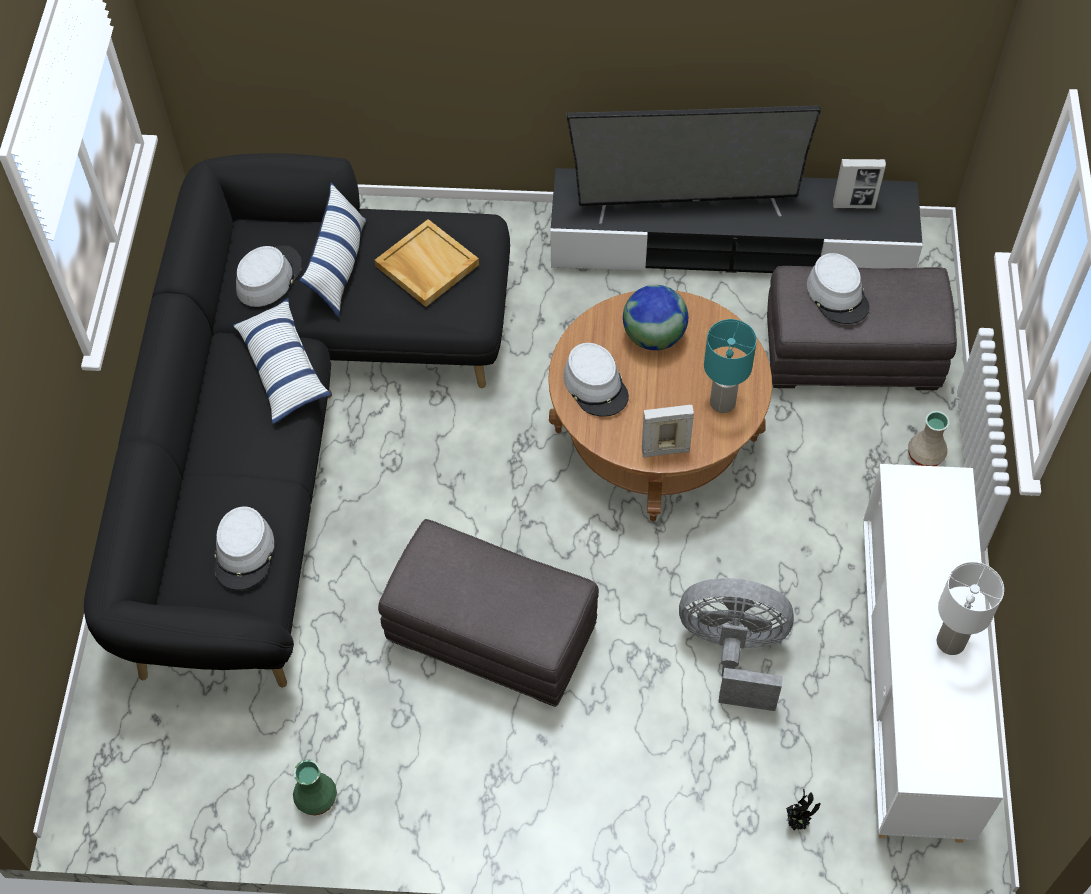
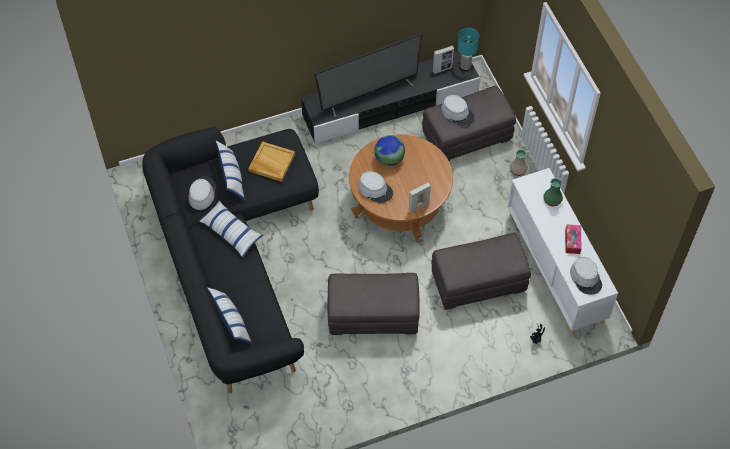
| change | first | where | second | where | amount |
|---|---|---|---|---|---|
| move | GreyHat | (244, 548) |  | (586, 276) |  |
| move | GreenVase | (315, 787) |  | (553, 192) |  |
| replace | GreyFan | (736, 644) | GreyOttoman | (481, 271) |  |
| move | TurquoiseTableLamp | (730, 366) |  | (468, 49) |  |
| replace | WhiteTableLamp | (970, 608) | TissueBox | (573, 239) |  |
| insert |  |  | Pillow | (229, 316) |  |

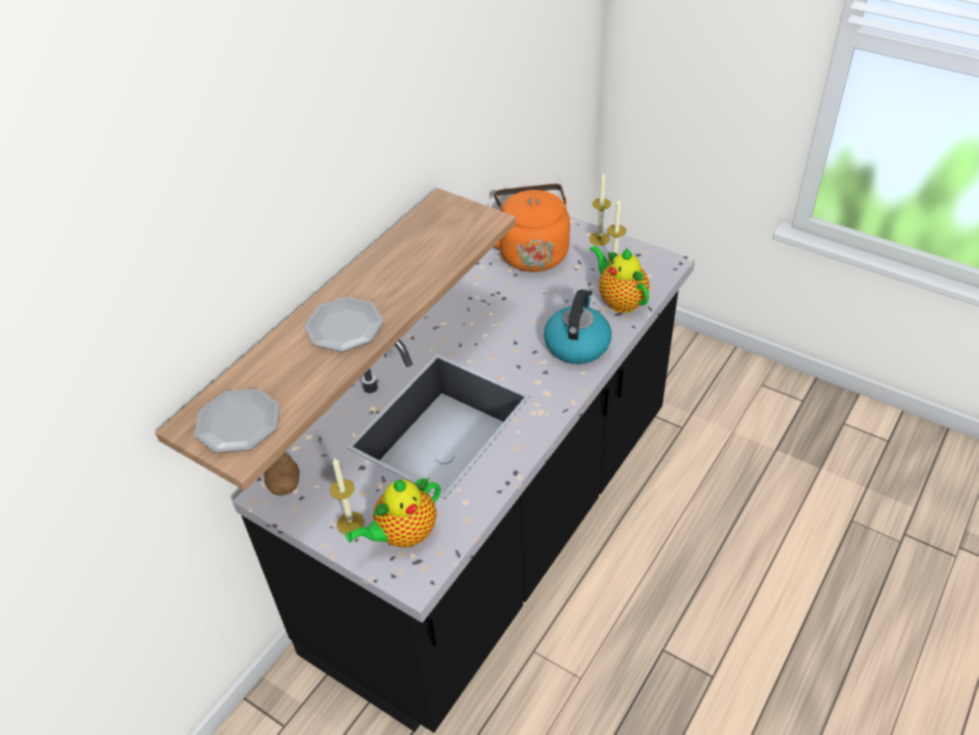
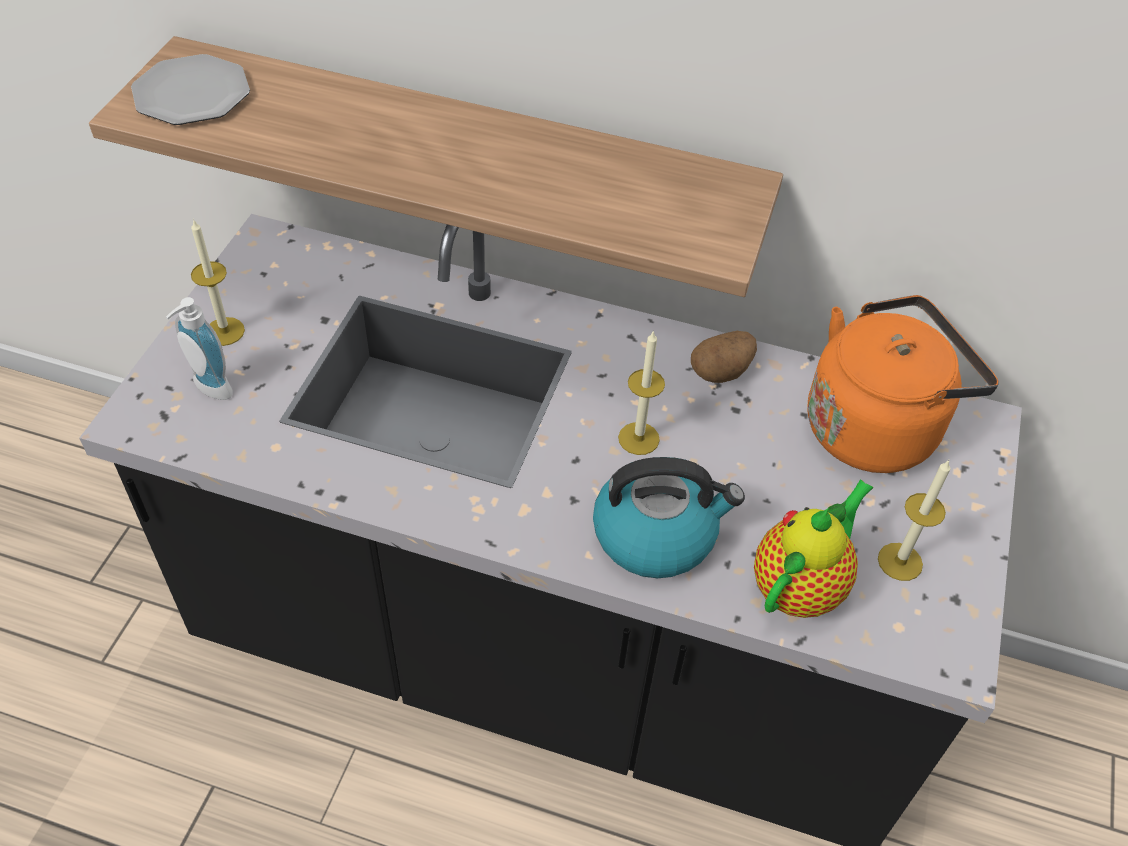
| change | first | where | second | where | amount |
|---|---|---|---|---|---|
| move | Potato | (282, 474) |  | (724, 357) |  |
| delete | Plate | (344, 324) |  |  |  |
| replace | Teapot | (392, 513) | SoapDispenser | (199, 348) |  |
| move | Candle | (600, 209) |  | (641, 392) |  |

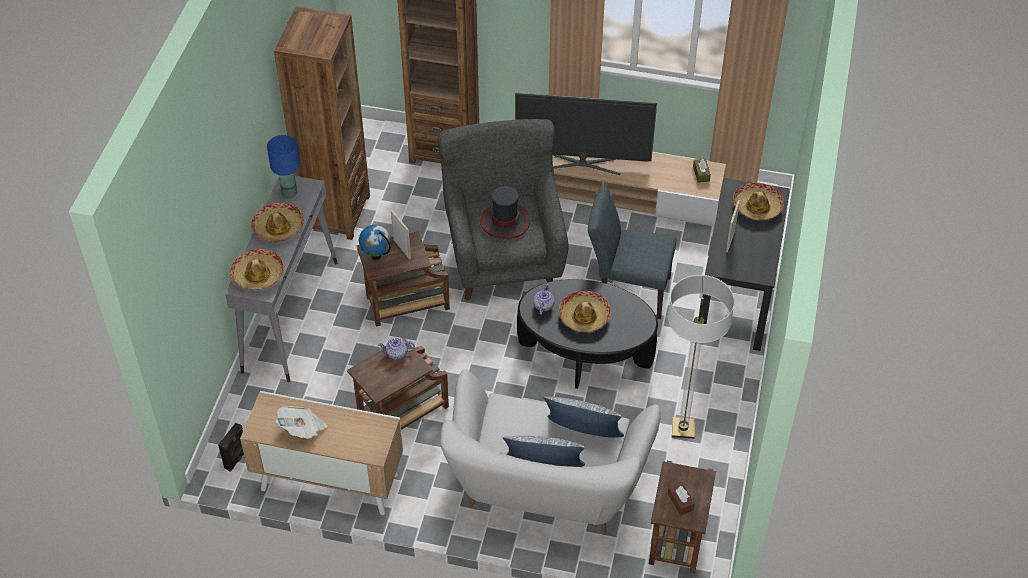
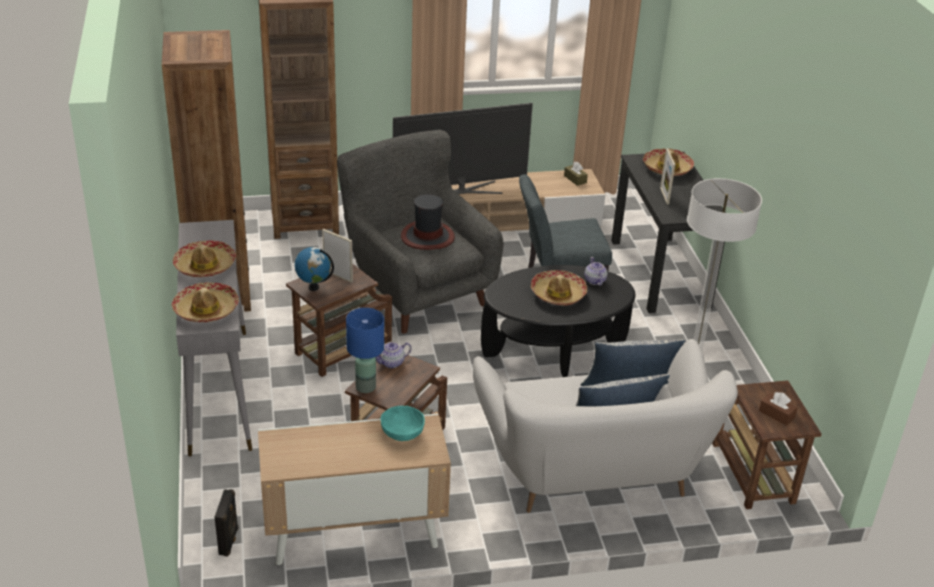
| change | first | where | second | where | amount |
|---|---|---|---|---|---|
| move | BlueTableLamp | (283, 166) |  | (365, 350) |  |
| delete | Newspaper | (301, 422) |  |  |  |
| move | Teapot | (544, 299) |  | (595, 271) |  |
| insert |  |  | TurquoiseBowl | (403, 423) |  |

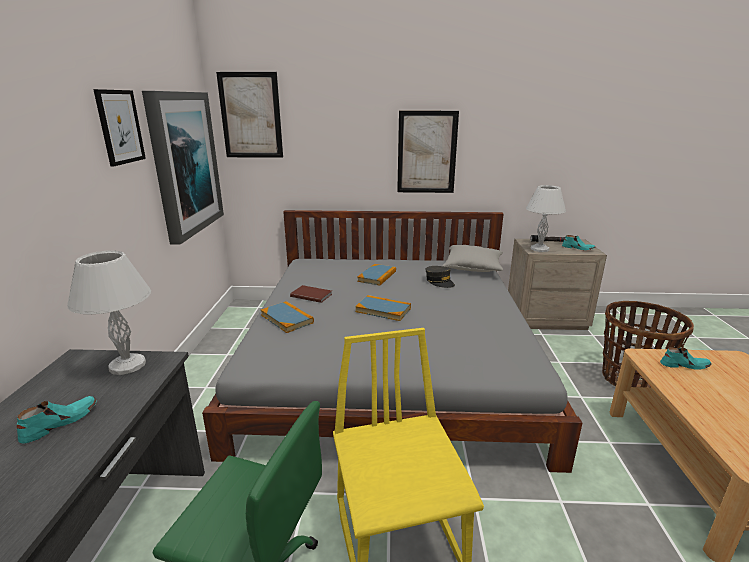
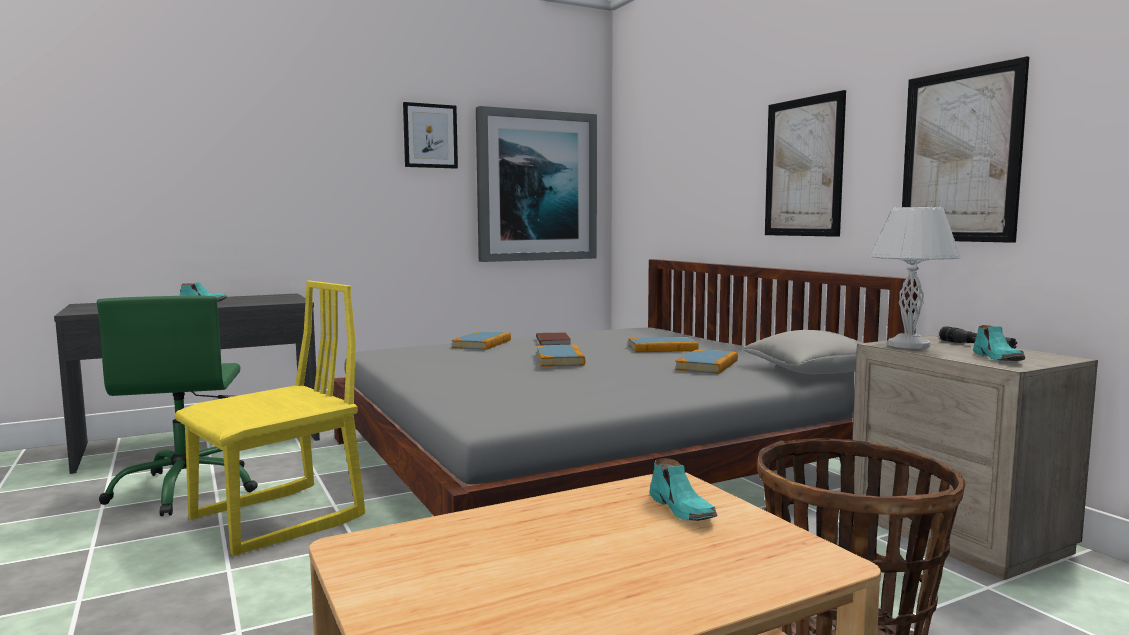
| change | first | where | second | where | amount |
|---|---|---|---|---|---|
| delete | WhiteTableLamp | (109, 312) |  |  |  |
| move | Picture | (249, 115) |  | (965, 149) |  |
| replace | GreyCap | (440, 277) | Book | (706, 362) |  |

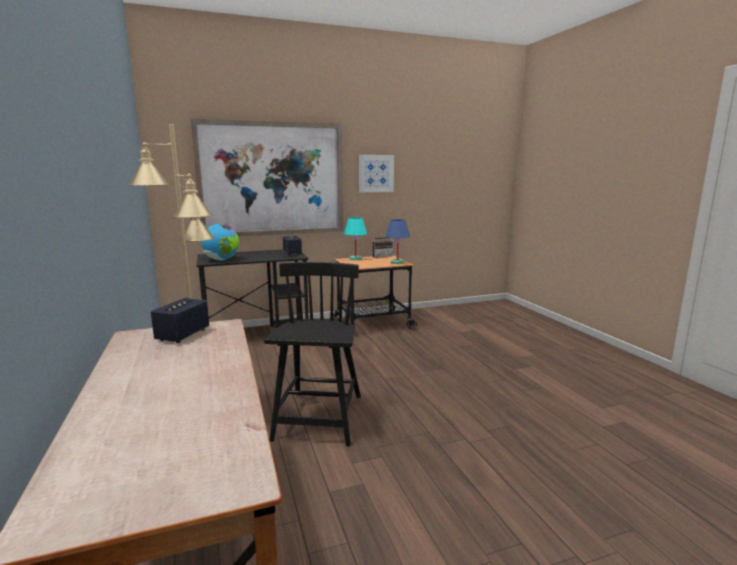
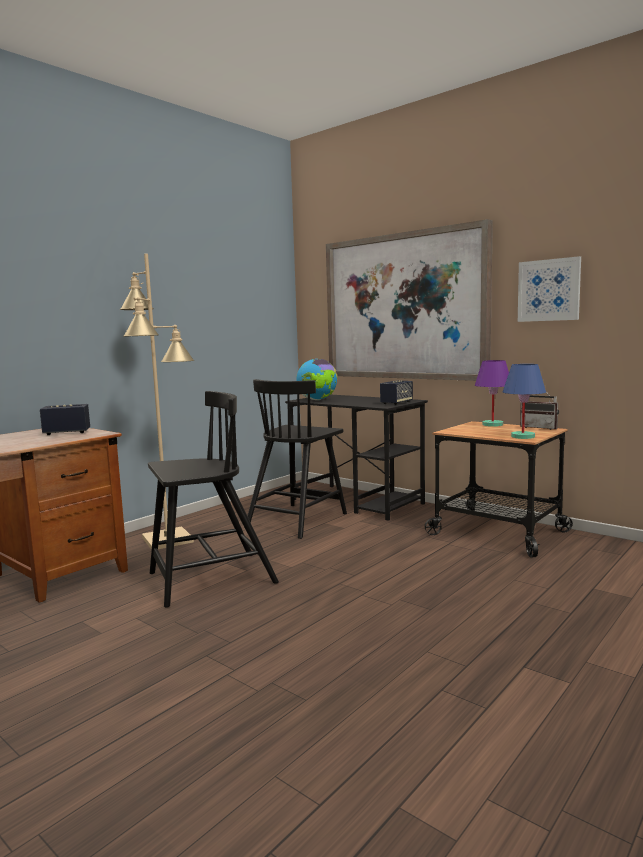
| change | first | where | second | where | amount |
|---|---|---|---|---|---|
| recolor | TurquoiseTableLamp | (355, 238) | PurpleTableLamp | (492, 393) |  |
| insert |  |  | BlackChair | (297, 459) |  |

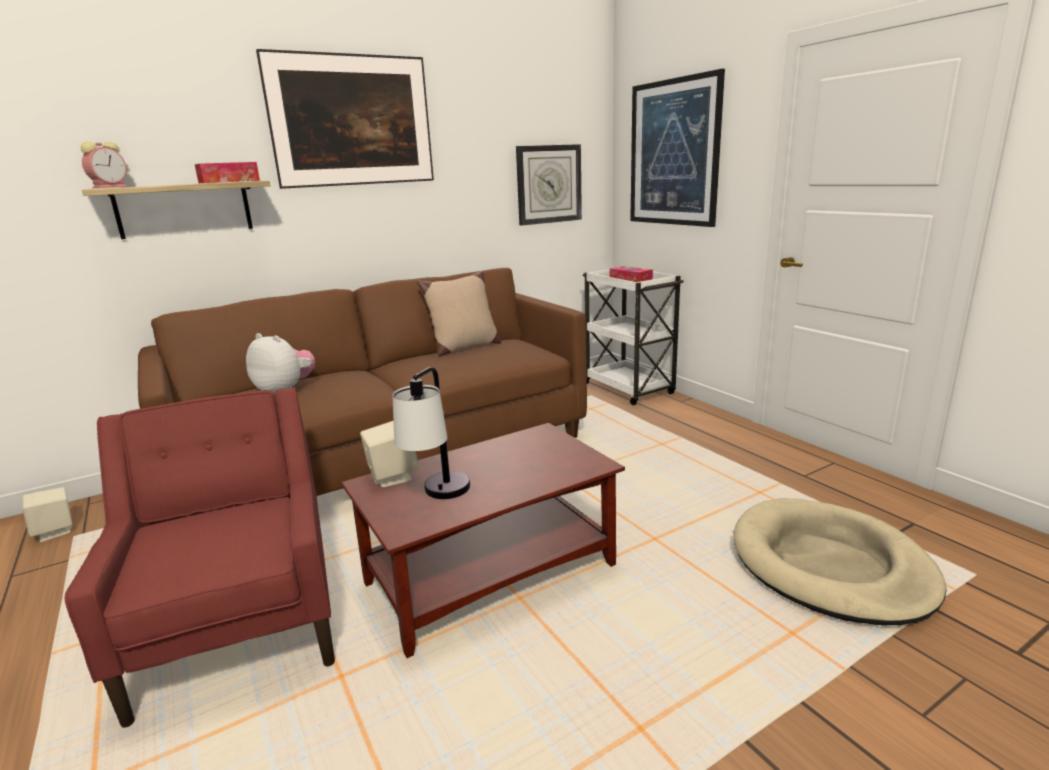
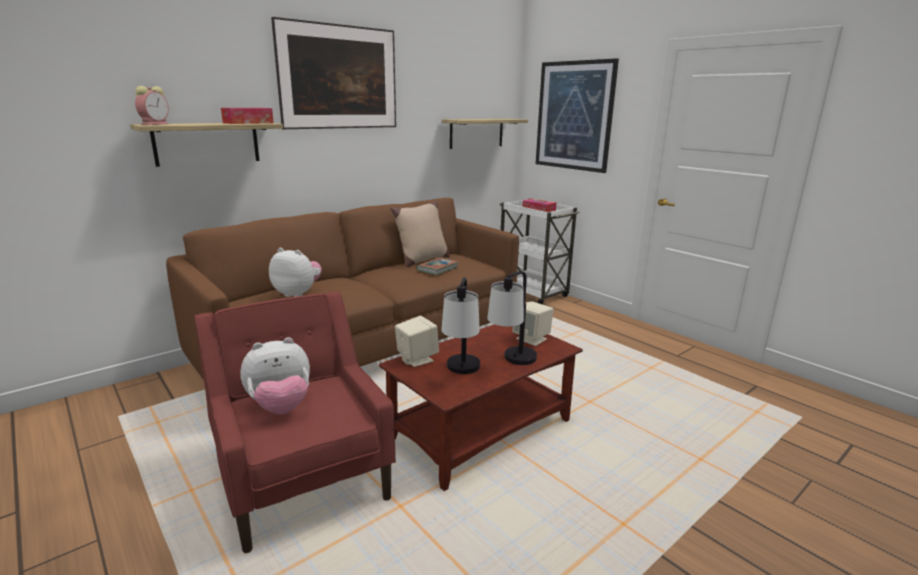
| change | first | where | second | where | amount |
|---|---|---|---|---|---|
| move | BeigeSpeaker | (47, 514) |  | (533, 323) |  |
| replace | WallClock | (549, 185) | Shelf | (485, 134) |  |
| delete | BeigeDogBed | (840, 561) |  |  |  |
| insert |  |  | PlushToy | (275, 375) |  |
| insert |  |  | Book | (437, 266) |  |
| insert |  |  | TableLamp | (512, 318) |  |

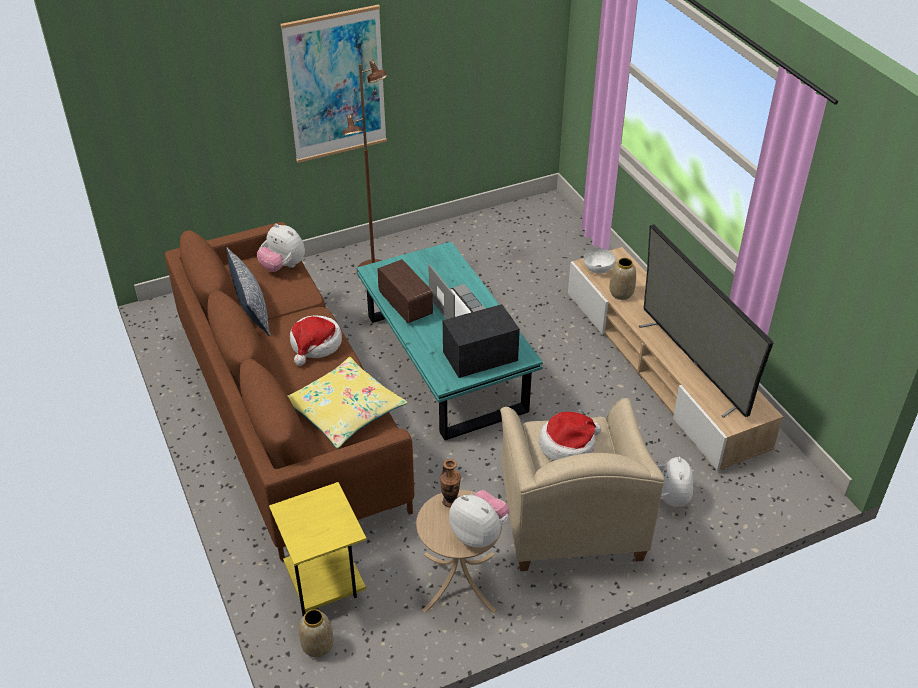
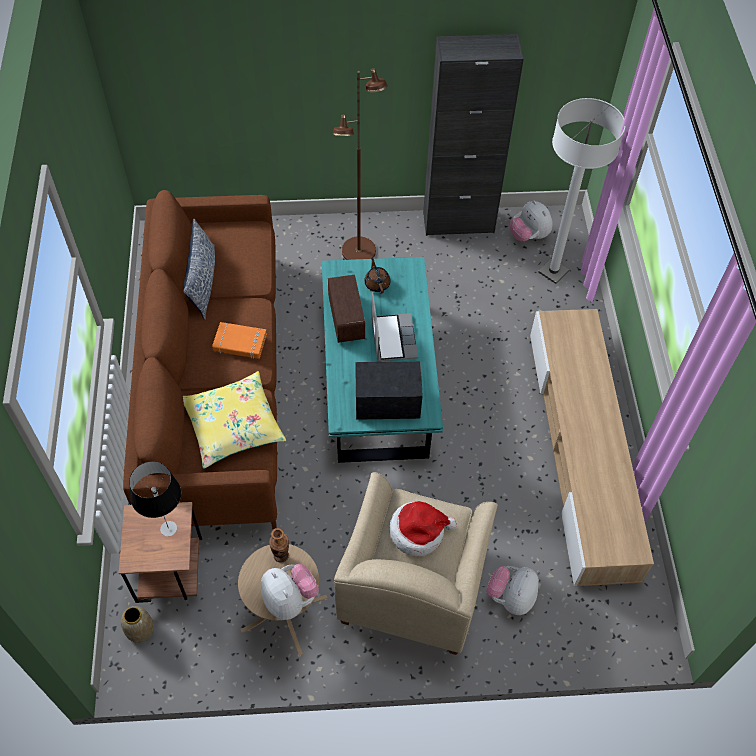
| change | first | where | second | where | amount |
|---|---|---|---|---|---|
| move | PlushToy | (281, 247) |  | (531, 220) |  |
| recolor | YellowSideTable | (317, 549) | BrownSideTable | (160, 552) |  |
| delete | Picture | (333, 84) |  |  |  |
| replace | Hat | (316, 340) | OrangeBook | (239, 340) |  |
| delete | WhiteBowl | (599, 261) |  |  |  |
| delete | Vase | (622, 279) |  |  |  |
| delete | Television | (706, 321) |  |  |  |
| insert |  |  | TableLamp | (155, 498) |  |
| insert |  |  | BrownTeapot | (377, 275) |  |
| insert |  |  | BlackCabinet | (473, 135) |  |
| insert |  |  | WhiteFloorLamp | (582, 191) |  |

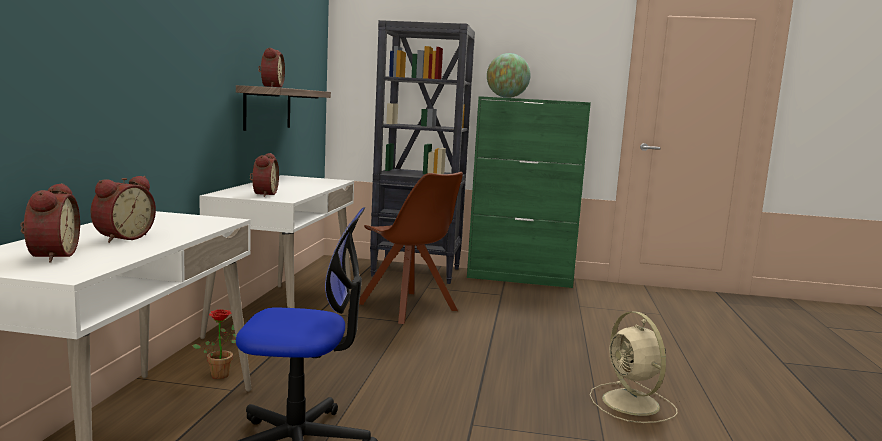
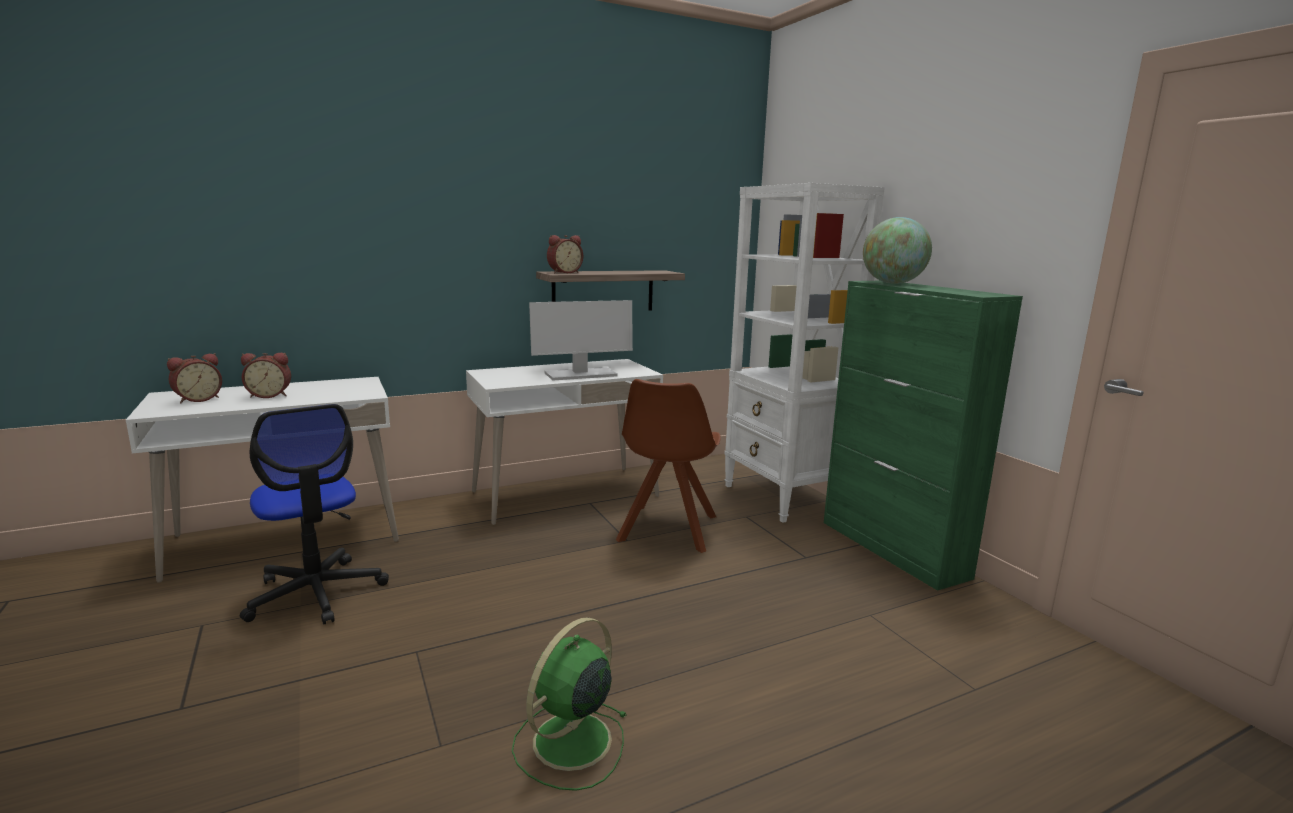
| change | first | where | second | where | amount |
|---|---|---|---|---|---|
| delete | PottedPlant | (214, 344) |  |  |  |
| delete | AlarmClock | (264, 175) |  |  |  |
| recolor | BlackBookcase | (422, 152) | WhiteBookcase | (804, 353) |  |
| recolor | BeigeFan | (633, 367) | GreenFan | (569, 704) |  |
| insert |  |  | Monitor | (581, 340) |  |

